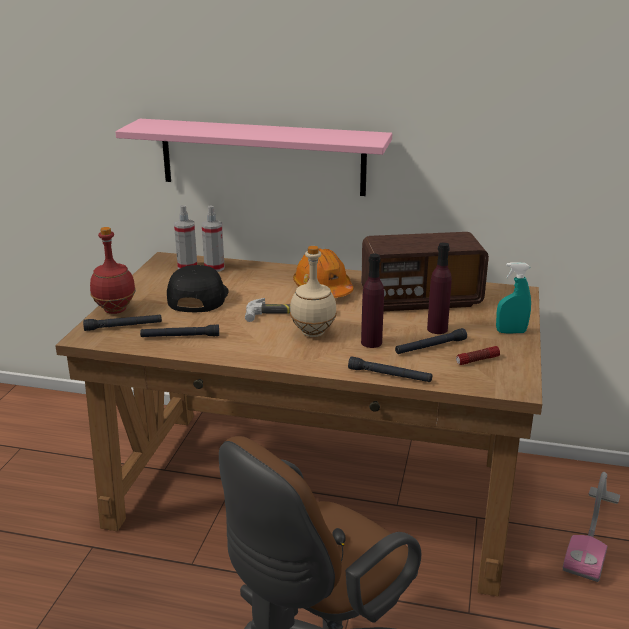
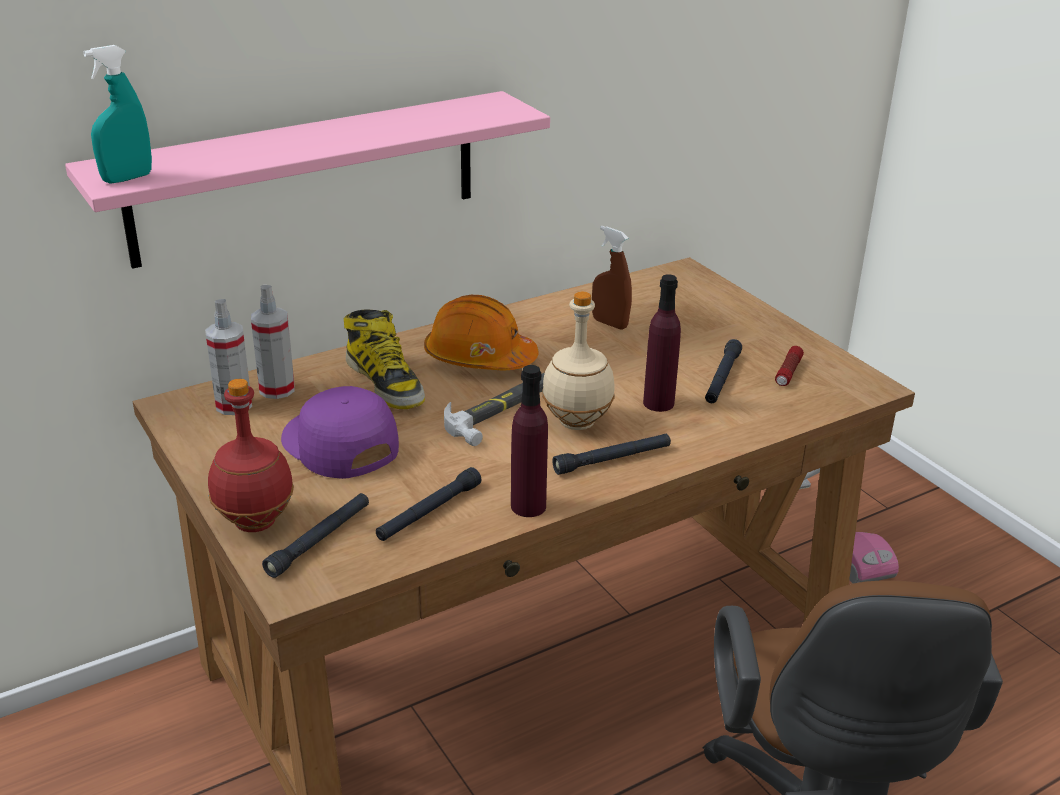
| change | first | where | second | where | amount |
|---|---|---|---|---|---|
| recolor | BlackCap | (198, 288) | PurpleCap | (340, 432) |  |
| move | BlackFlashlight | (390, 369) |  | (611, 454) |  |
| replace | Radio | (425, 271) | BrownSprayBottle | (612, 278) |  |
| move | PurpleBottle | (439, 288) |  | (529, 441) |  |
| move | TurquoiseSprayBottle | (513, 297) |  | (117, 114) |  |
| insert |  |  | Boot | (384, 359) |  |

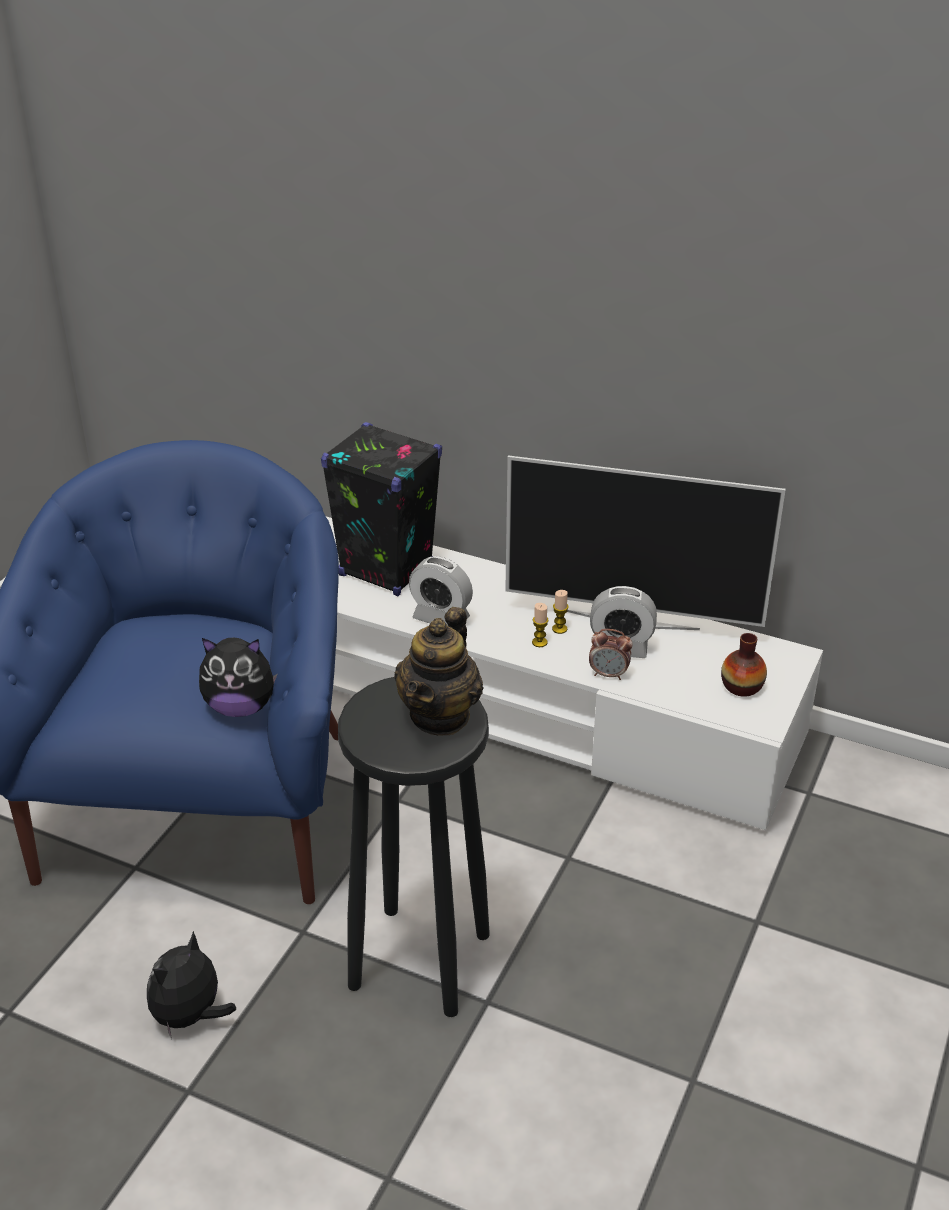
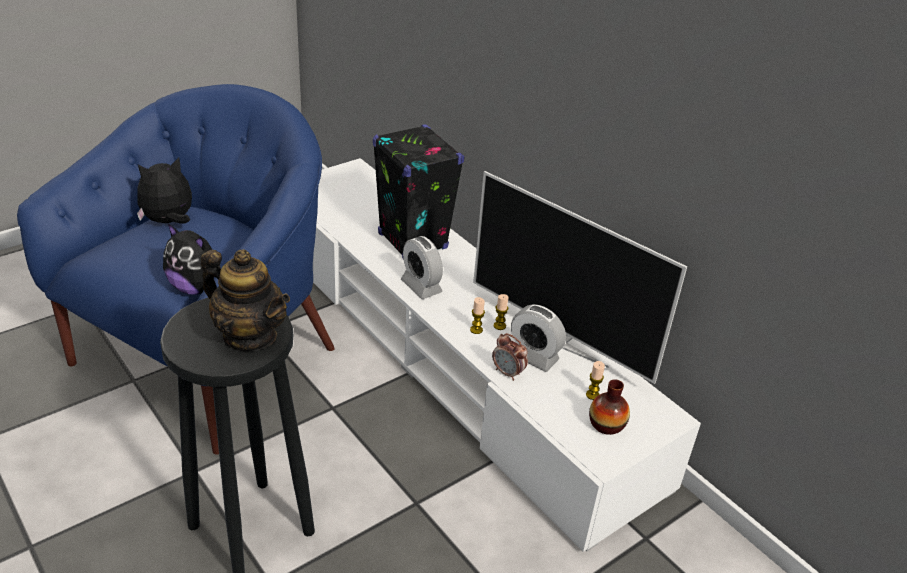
| change | first | where | second | where | amount |
|---|---|---|---|---|---|
| move | PlushToy | (191, 985) |  | (164, 190) |  |
| rotate | Teapot | (438, 671) |  | (245, 300) | 105 degrees counterclockwise |
| insert |  |  | Candle | (595, 380) |  |

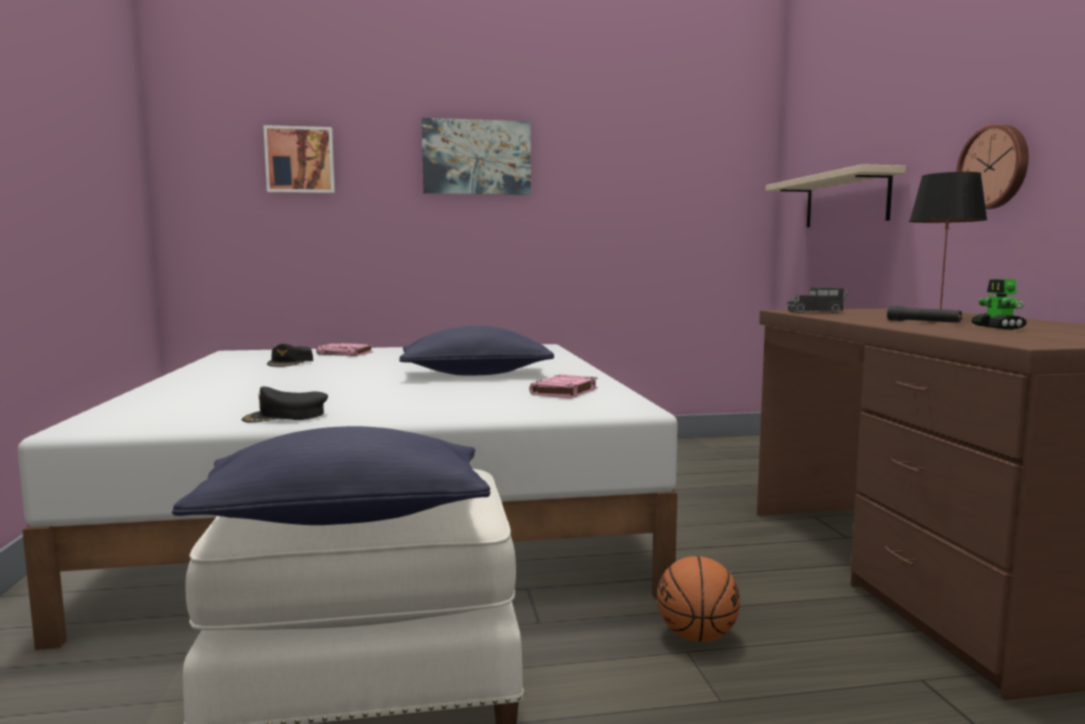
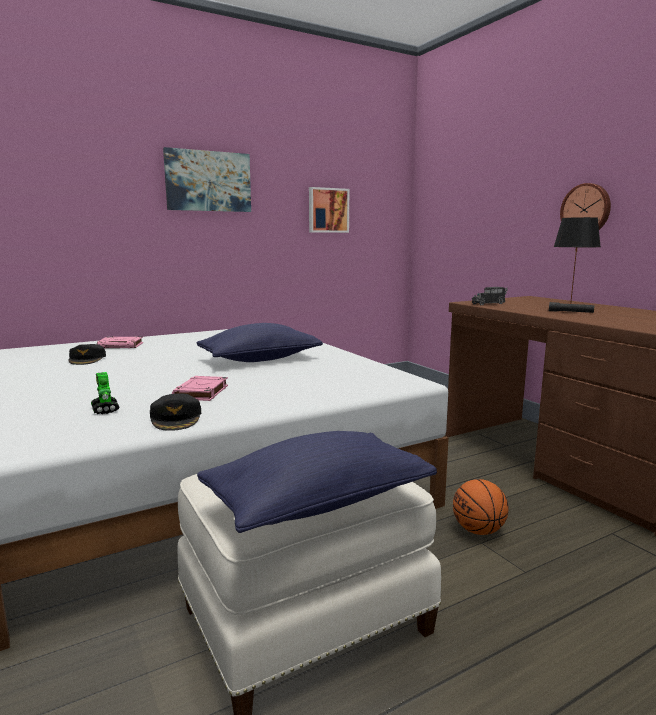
| change | first | where | second | where | amount |
|---|---|---|---|---|---|
| rotate | BlackCap | (285, 405) |  | (175, 412) | 60 degrees counterclockwise |
| move | Picture | (299, 159) |  | (329, 210) |  |
| move | PinkBook | (563, 386) |  | (200, 388) |  |
| delete | BeigeShelf | (836, 195) |  |  |  |
| move | ToyRobot | (999, 304) |  | (105, 393) |  |

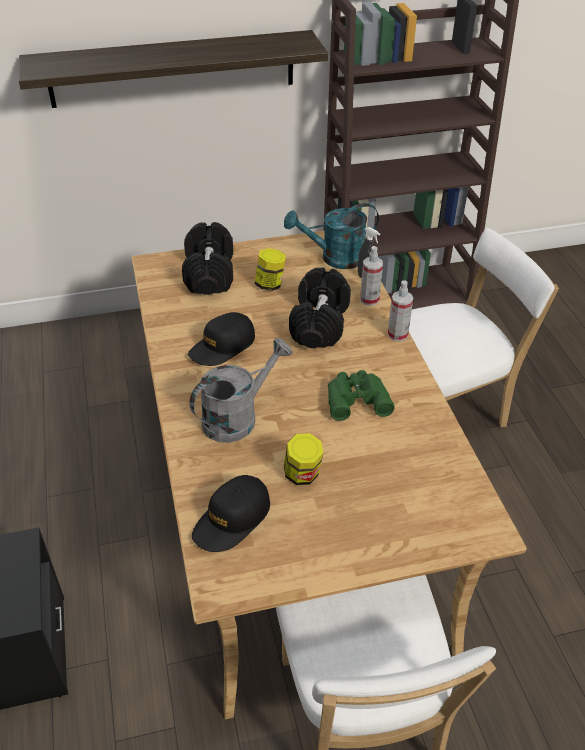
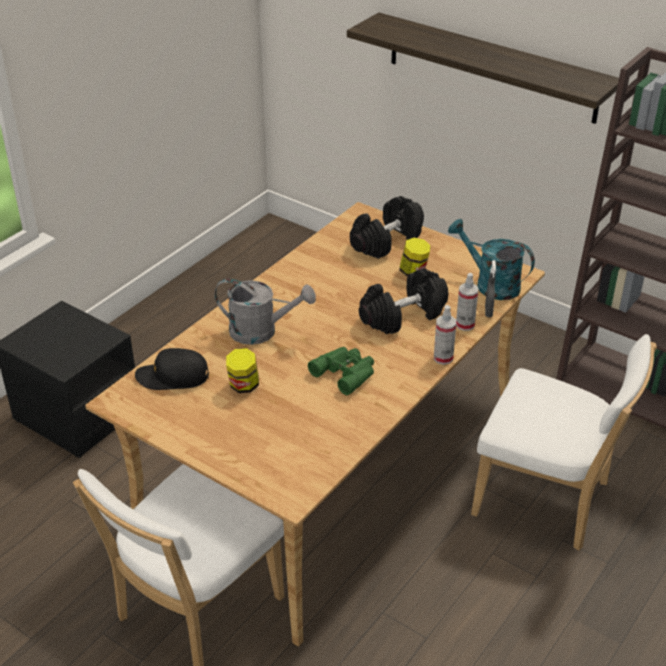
| change | first | where | second | where | amount |
|---|---|---|---|---|---|
| delete | BlackCap | (221, 339) |  |  |  |

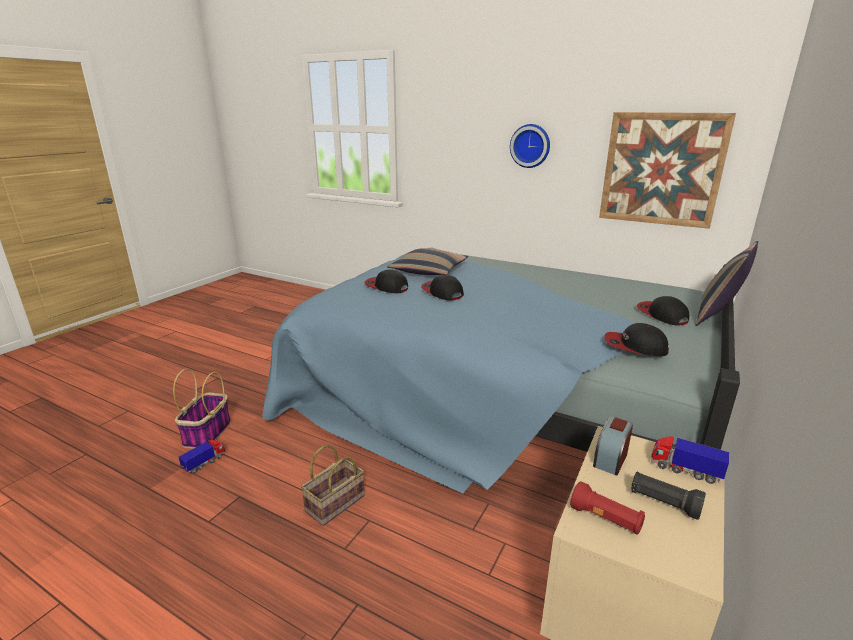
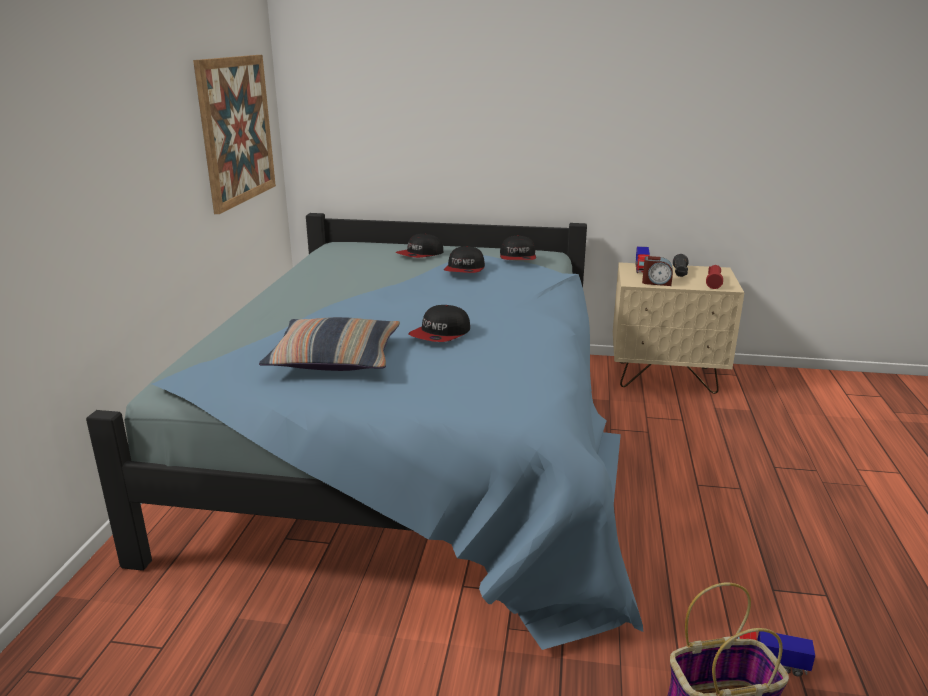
| change | first | where | second | where | amount |
|---|---|---|---|---|---|
| delete | Basket | (333, 485) |  |  |  |
| move | Cap | (386, 281) |  | (464, 259) |  |
| delete | WallClock | (530, 146) |  |  |  |
| delete | Pillow | (726, 283) |  |  |  |

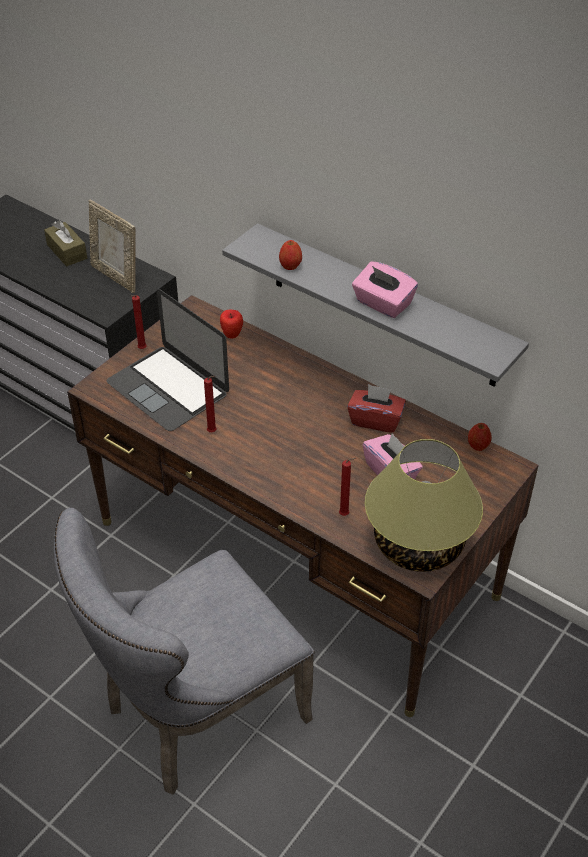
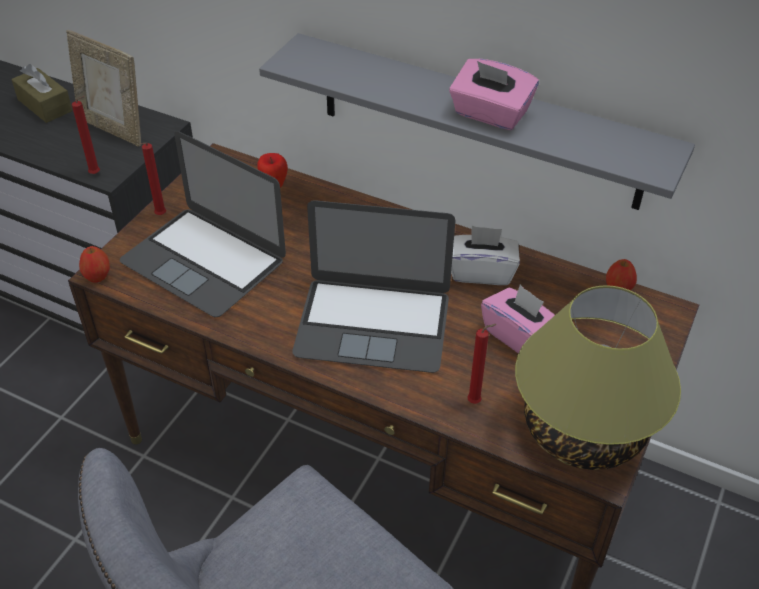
| change | first | where | second | where | amount |
|---|---|---|---|---|---|
| move | RedCandle | (210, 404) |  | (86, 135) |  |
| move | Apple | (290, 255) |  | (94, 264) |  |
| recolor | RedTissueBox | (376, 408) | WhiteTissueBox | (485, 255) |  |
| insert |  |  | Laptop | (374, 286) |  |

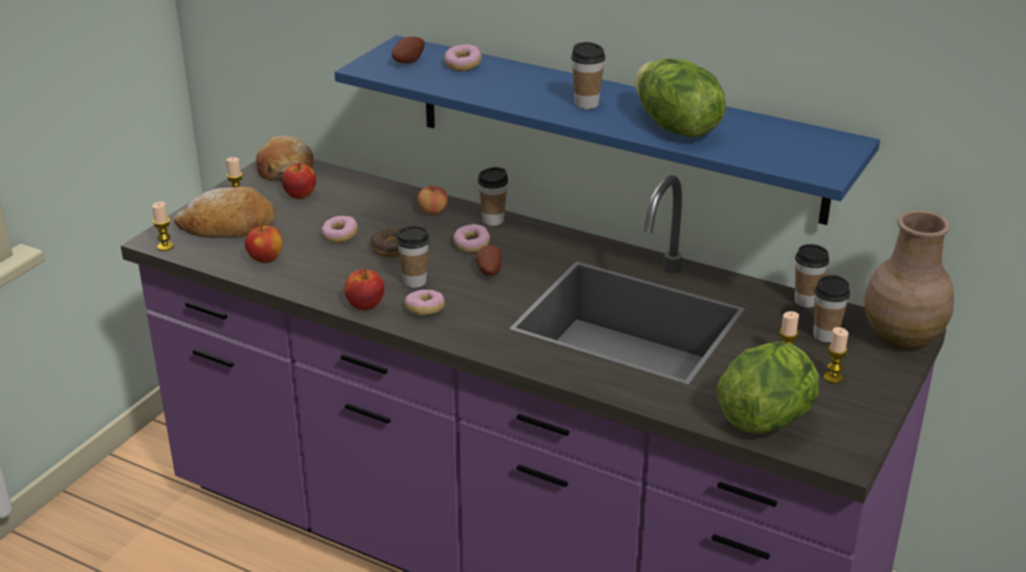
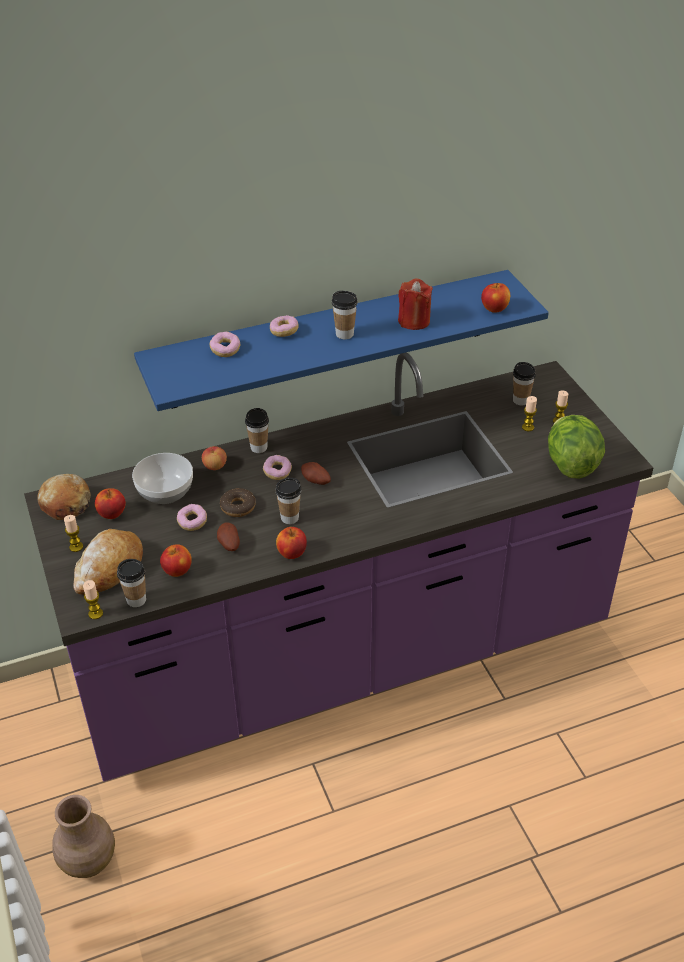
| change | first | where | second | where | amount |
|---|---|---|---|---|---|
| move | Potato | (408, 50) |  | (228, 536) |  |
| move | Donut | (425, 302) |  | (284, 326) |  |
| replace | Lettuce | (680, 98) | RedCandle | (415, 304) |  |
| move | Cup | (812, 275) |  | (131, 583) |  |
| move | BrownVase | (909, 280) |  | (83, 836) |  |
| insert |  |  | Bowl | (162, 478) |  |
| insert |  |  | Apple | (495, 298) |  |

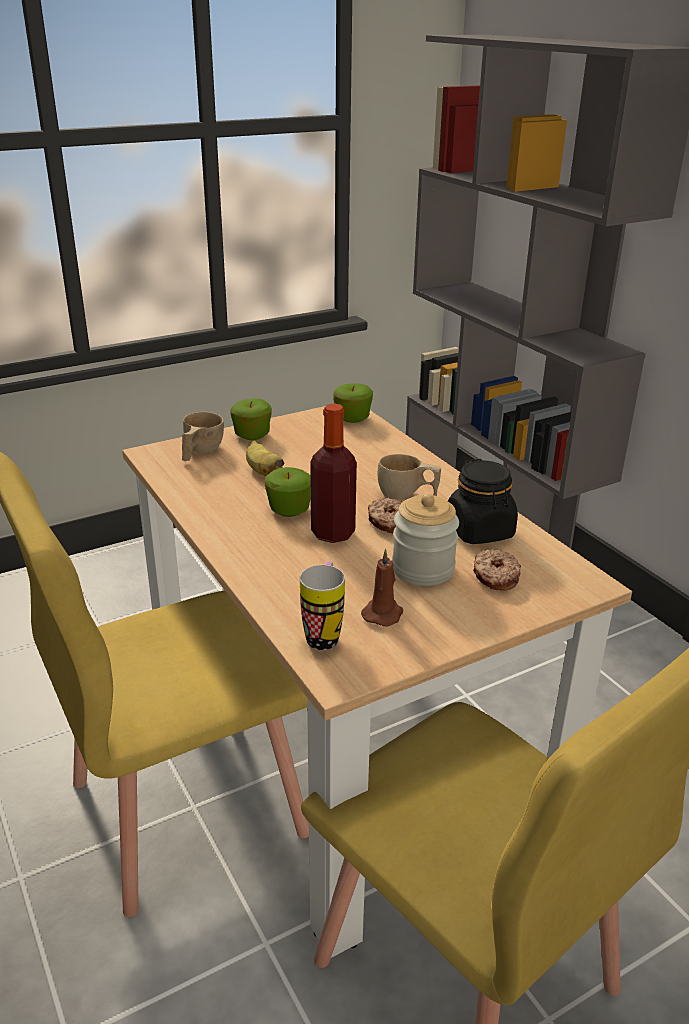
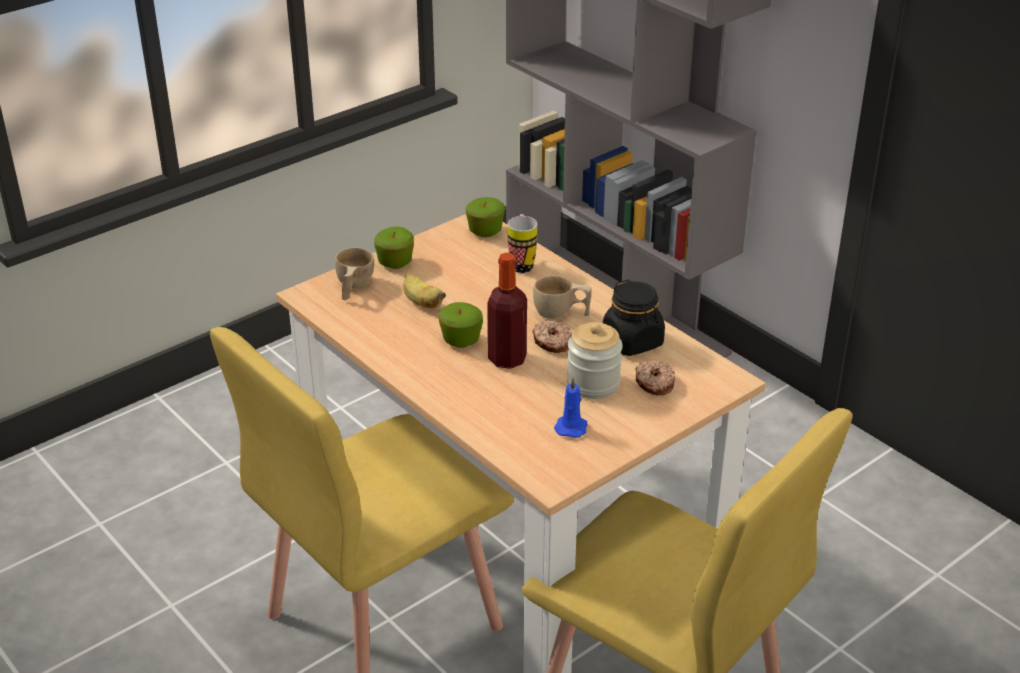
| change | first | where | second | where | amount |
|---|---|---|---|---|---|
| move | Mug | (322, 606) |  | (522, 243) |  |
| recolor | BrownCandle | (382, 588) | BlueCandle | (570, 407) |  |

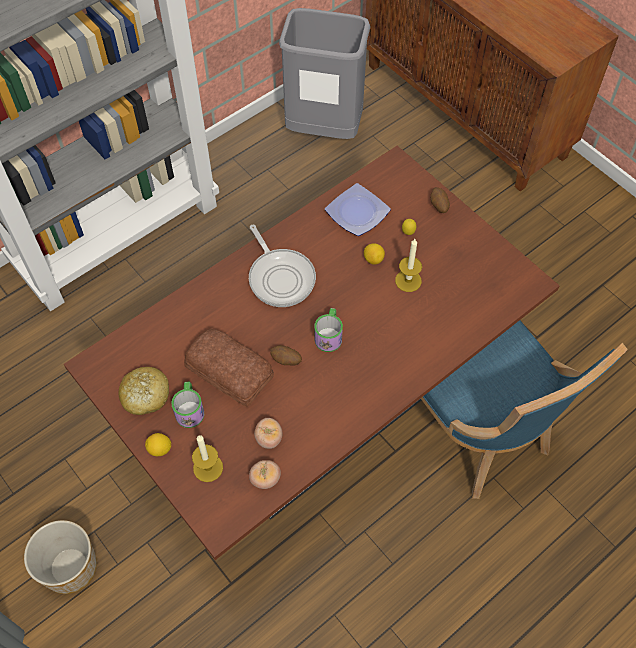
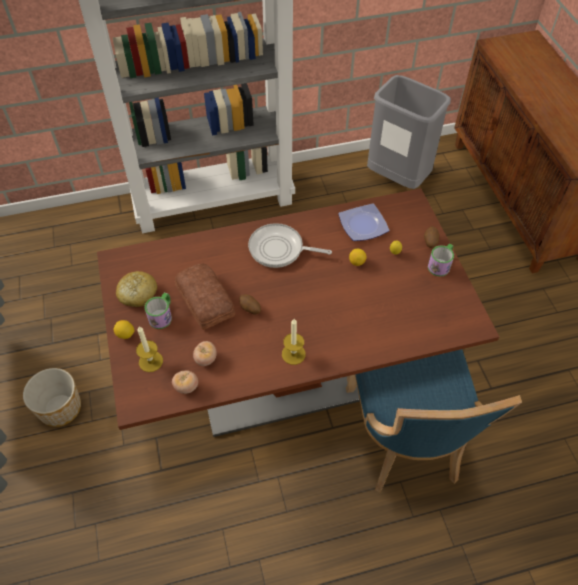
| change | first | where | second | where | amount |
|---|---|---|---|---|---|
| rotate | FryingPan | (282, 266) |  | (290, 245) | 105 degrees clockwise |
| move | Mug | (328, 330) |  | (441, 259) |  |
| move | Candle | (408, 265) |  | (294, 342) |  |

